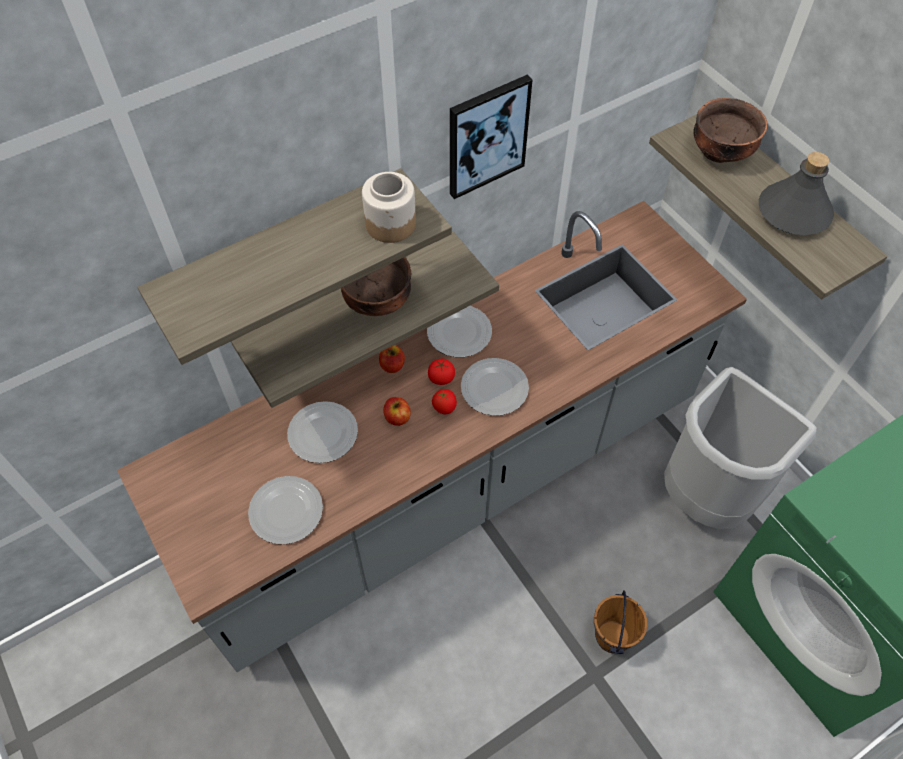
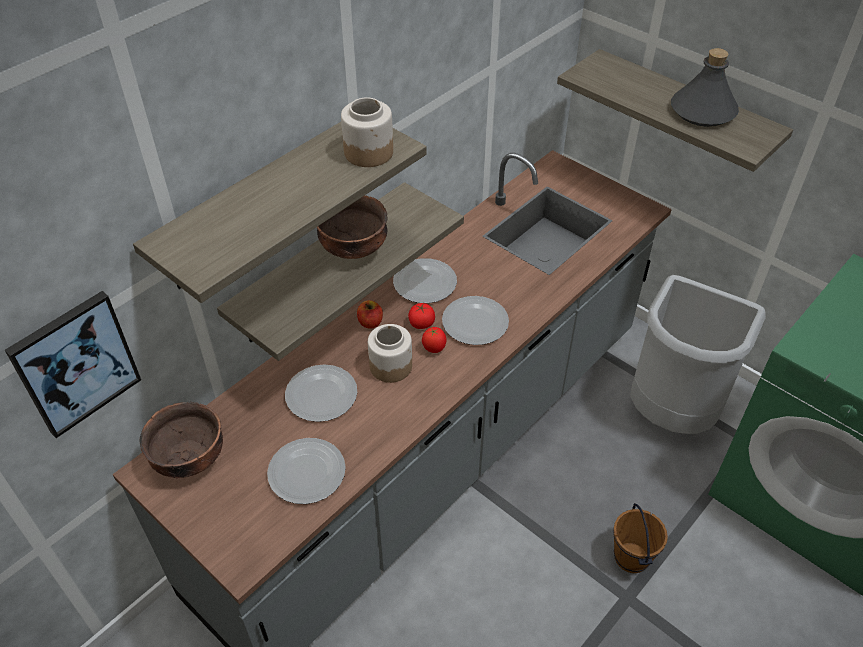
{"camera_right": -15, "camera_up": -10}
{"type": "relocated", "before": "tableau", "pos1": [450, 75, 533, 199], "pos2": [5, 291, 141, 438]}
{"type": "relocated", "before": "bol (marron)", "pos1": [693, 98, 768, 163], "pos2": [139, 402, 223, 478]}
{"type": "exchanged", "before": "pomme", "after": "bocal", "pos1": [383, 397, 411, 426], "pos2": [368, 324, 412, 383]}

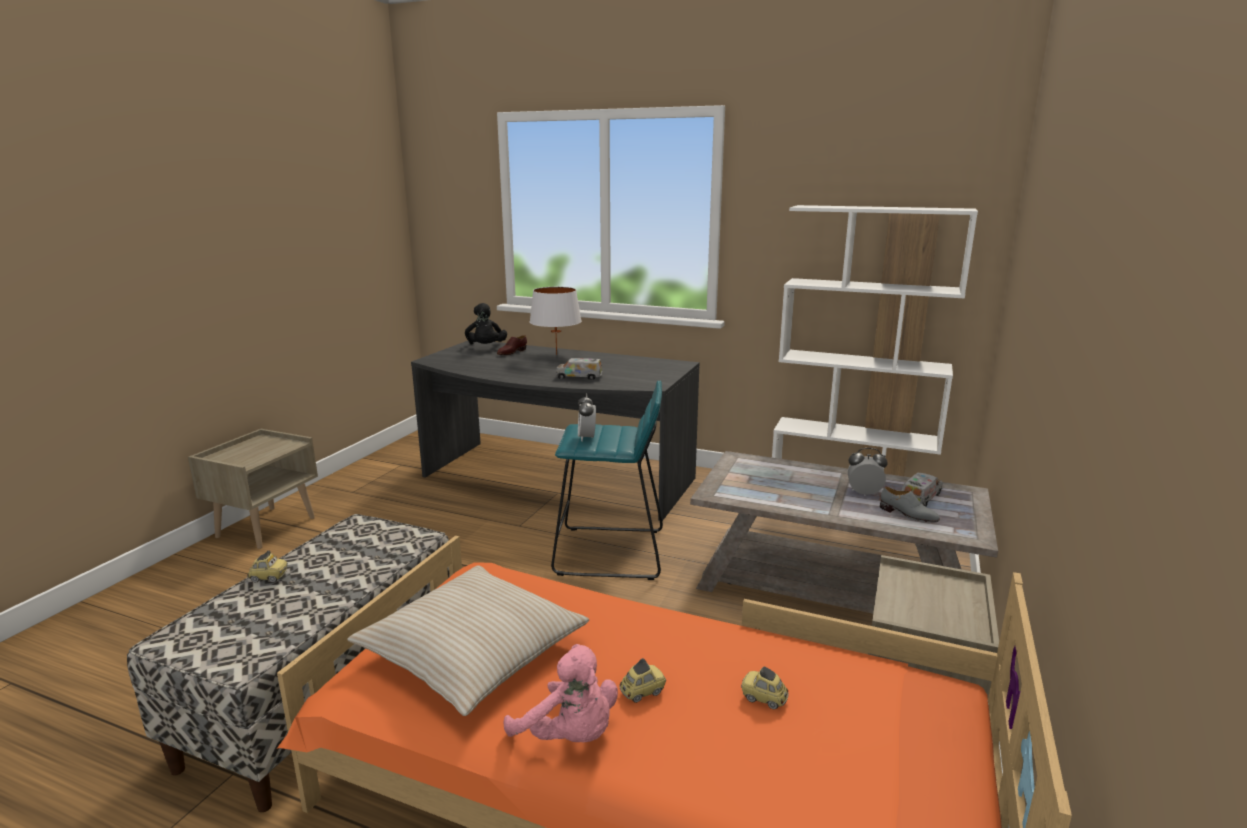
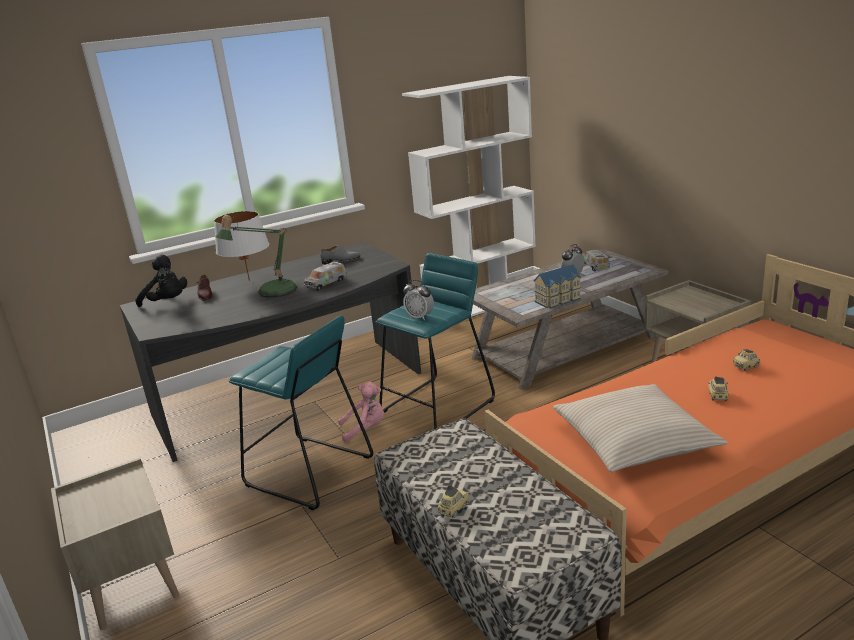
{"camera_right": -50, "camera_up": 5}
{"type": "appeared", "after": "lampe de table", "pos2": [215, 215, 297, 298]}
{"type": "appeared", "after": "tabouret (turquoise)", "pos2": [228, 316, 373, 510]}
{"type": "appeared", "after": "maison miniature", "pos2": [534, 264, 581, 309]}
{"type": "relocated", "before": "peluche (rose)", "pos1": [503, 644, 618, 742], "pos2": [338, 382, 384, 443]}
{"type": "relocated", "before": "chaussure (gris)", "pos1": [880, 487, 940, 522], "pos2": [320, 245, 360, 264]}

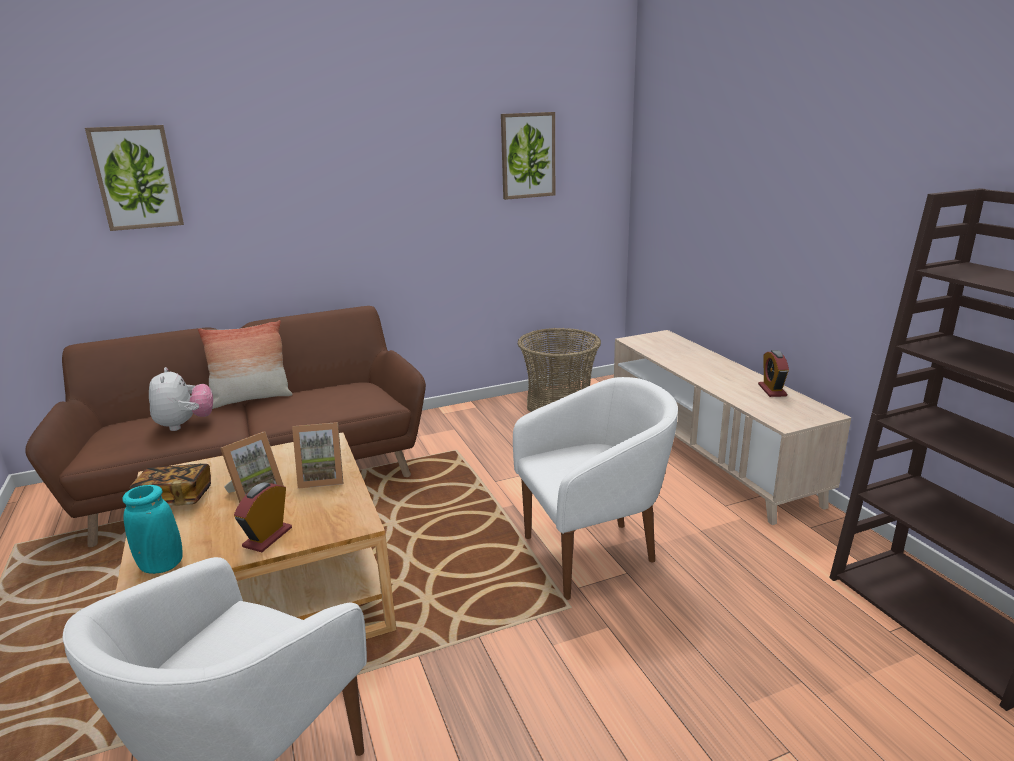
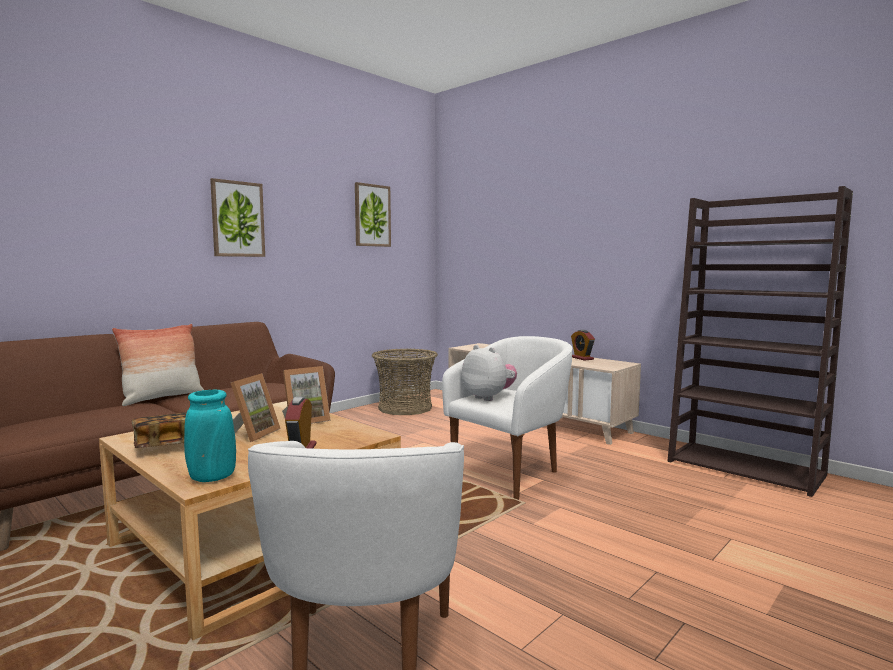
{"camera_right": -25, "camera_up": -15}
{"type": "relocated", "before": "tableau", "pos1": [85, 125, 184, 231], "pos2": [210, 178, 265, 257]}
{"type": "relocated", "before": "peluche", "pos1": [149, 367, 213, 431], "pos2": [462, 345, 517, 401]}

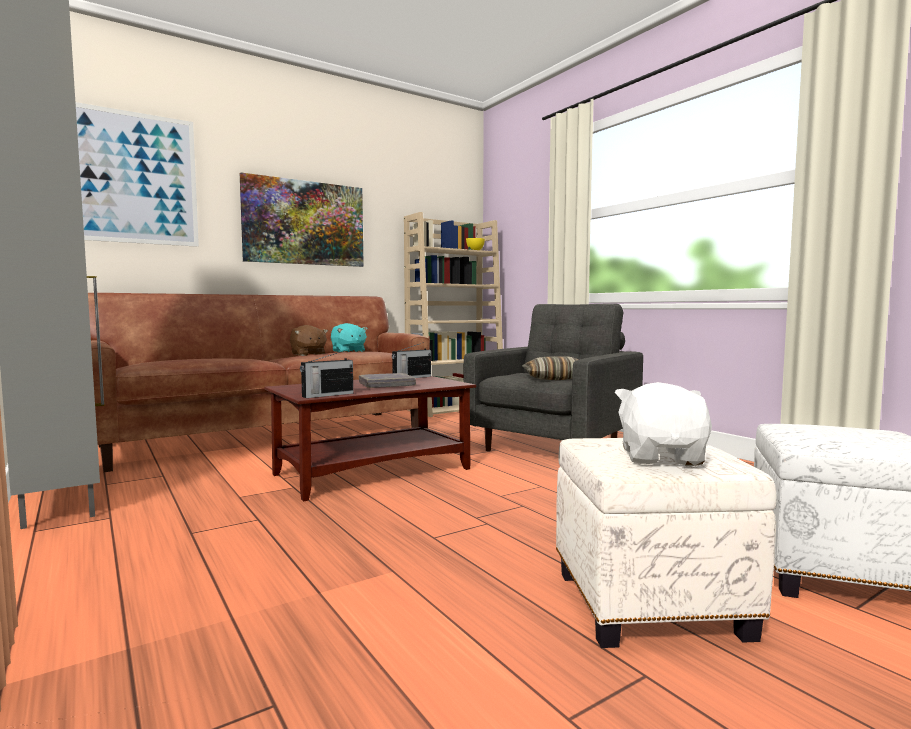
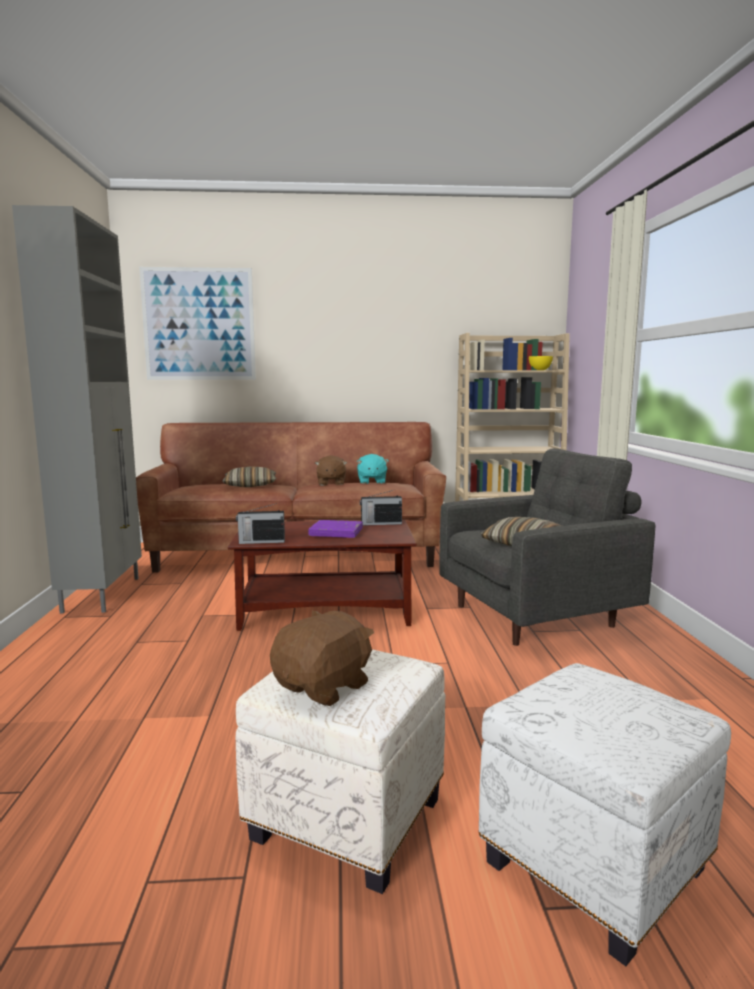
{"camera_right": 30, "camera_up": 5}
{"type": "missing", "before": "tableau", "pos1": [240, 173, 364, 267]}
{"type": "appeared", "after": "coussin", "pos2": [222, 466, 277, 487]}
{"type": "colour", "before": "livre (gris)", "after": "livre (violet)", "pos1": [359, 373, 416, 388], "pos2": [308, 520, 363, 538]}
{"type": "colour", "before": "peluche (blanc)", "after": "peluche (marron)", "pos1": [615, 382, 712, 466], "pos2": [270, 610, 374, 706]}

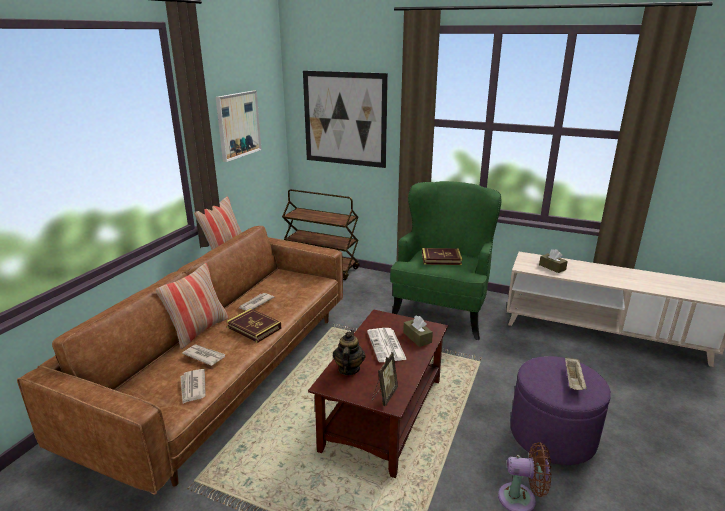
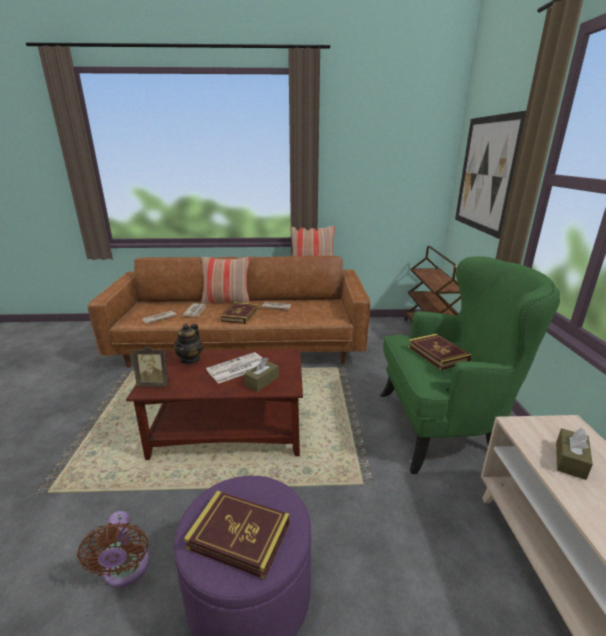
{"camera_right": 65, "camera_up": 0}
{"type": "missing", "before": "tableau", "pos1": [216, 91, 262, 162]}
{"type": "exchanged", "before": "plateau (beige)", "after": "livre", "pos1": [565, 357, 587, 390], "pos2": [184, 491, 290, 579]}
{"type": "spun", "before": "théière", "pos1": [333, 330, 366, 375], "pos2": [174, 324, 203, 365], "turn": 120}

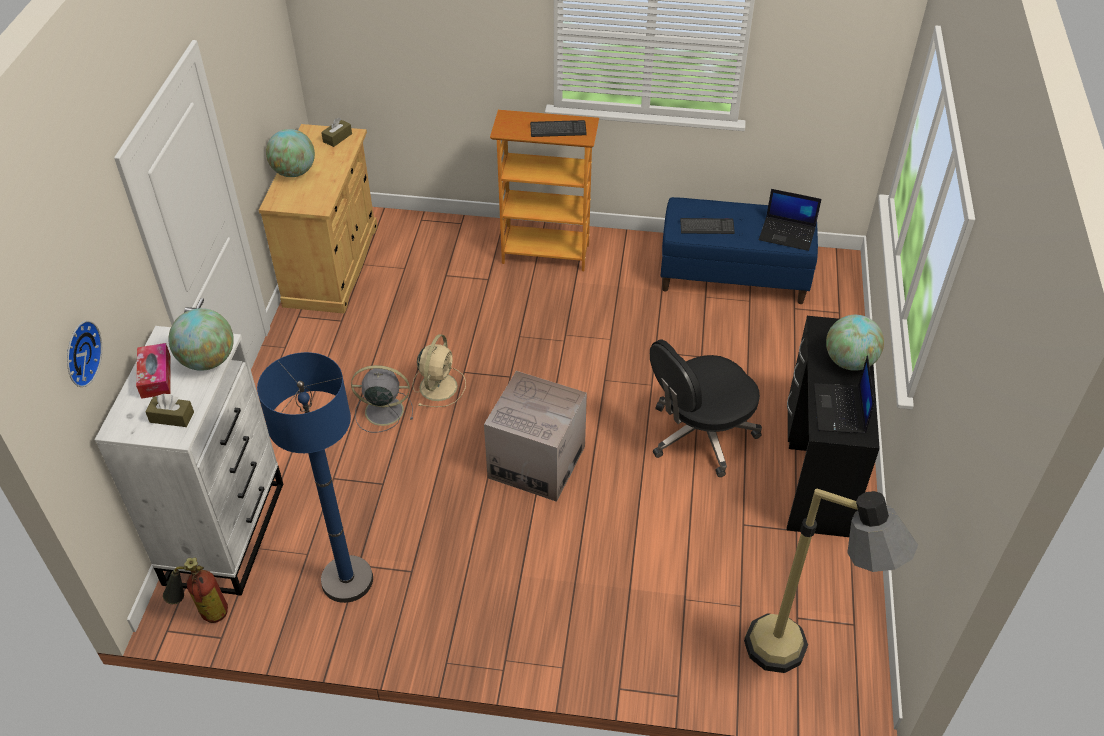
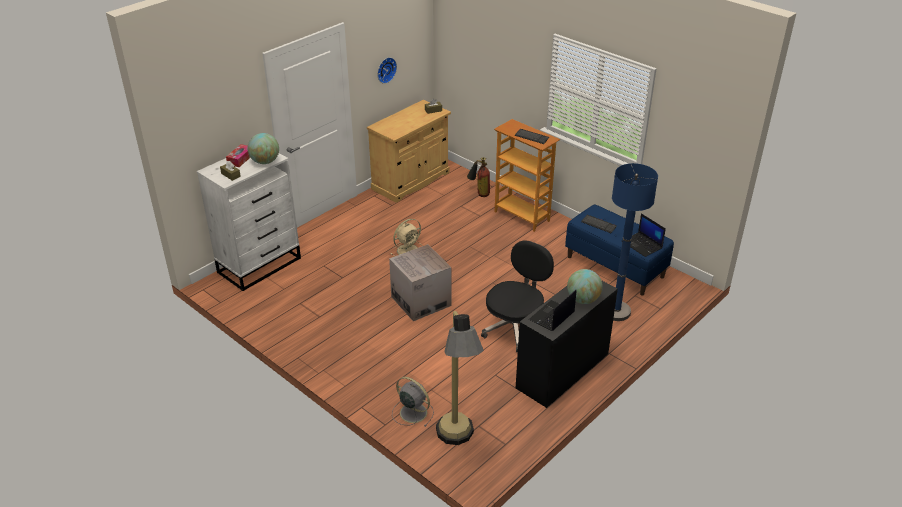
{"camera_right": 35, "camera_up": -10}
{"type": "missing", "before": "globe", "pos1": [266, 129, 315, 177]}
{"type": "relocated", "before": "horloge murale", "pos1": [67, 321, 102, 387], "pos2": [377, 57, 397, 84]}
{"type": "relocated", "before": "extincteur", "pos1": [163, 558, 228, 623], "pos2": [467, 157, 490, 197]}
{"type": "relocated", "before": "lampadaire (bleu)", "pos1": [257, 352, 373, 603], "pos2": [612, 163, 658, 321]}
{"type": "relocated", "before": "ventilateur (gris)", "pos1": [351, 365, 413, 433], "pos2": [392, 377, 434, 427]}
{"type": "spun", "before": "chaise de bureau (noir)", "pos1": [650, 339, 762, 477], "pos2": [481, 241, 554, 352], "turn": 120}

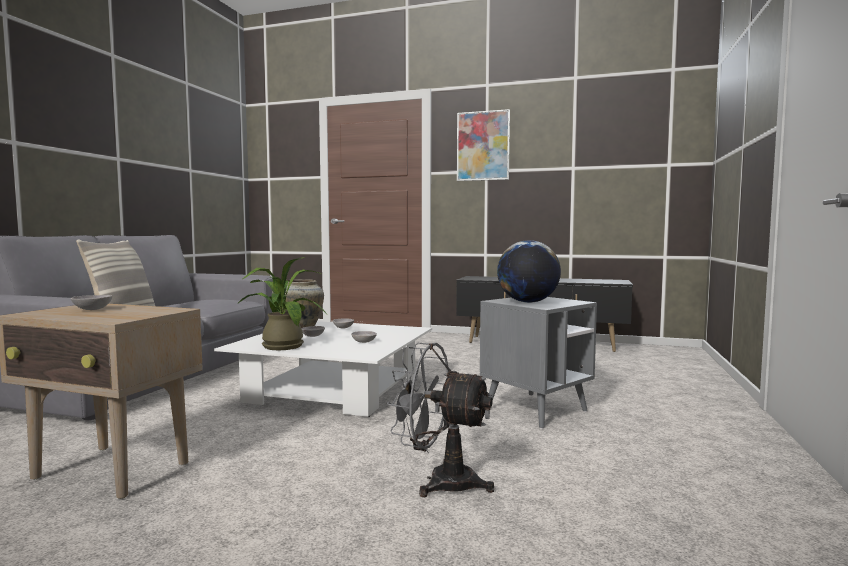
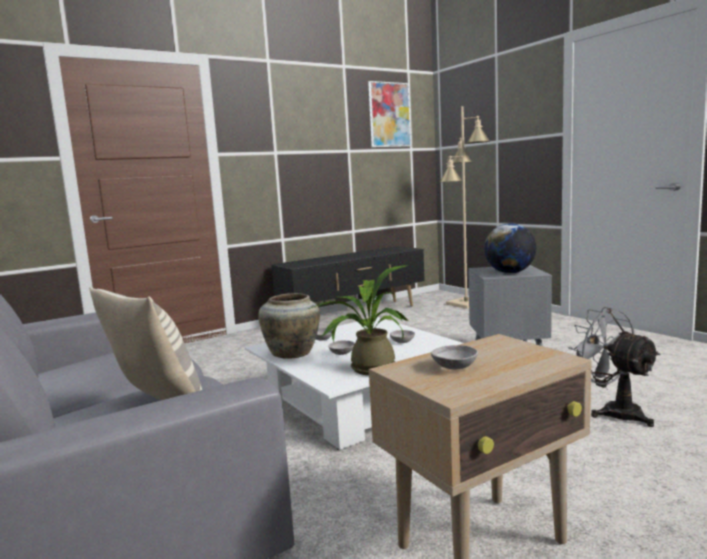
{"camera_right": -50, "camera_up": 5}
{"type": "appeared", "after": "lampadaire (beige)", "pos2": [440, 106, 490, 309]}
{"type": "relocated", "before": "tableau", "pos1": [457, 109, 510, 181], "pos2": [368, 81, 412, 147]}
{"type": "spun", "before": "ventilateur (gris)", "pos1": [387, 343, 494, 497], "pos2": [568, 307, 661, 427], "turn": 90}

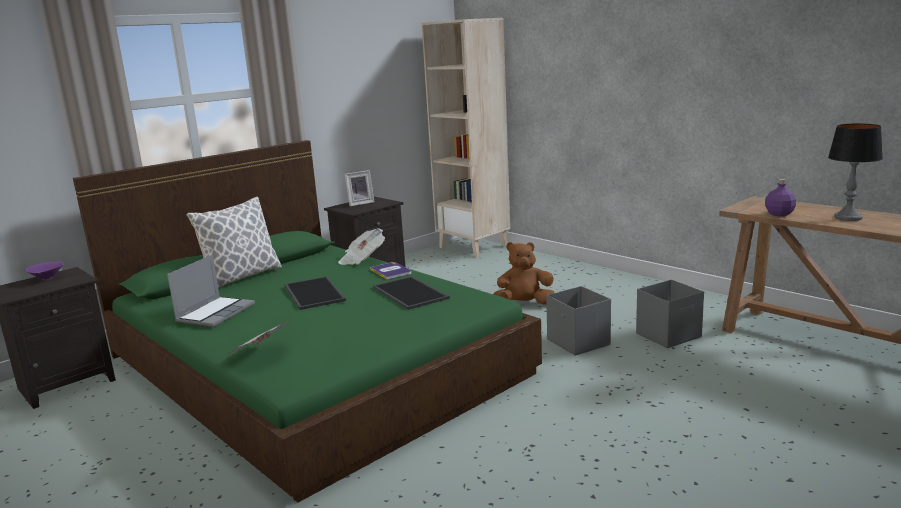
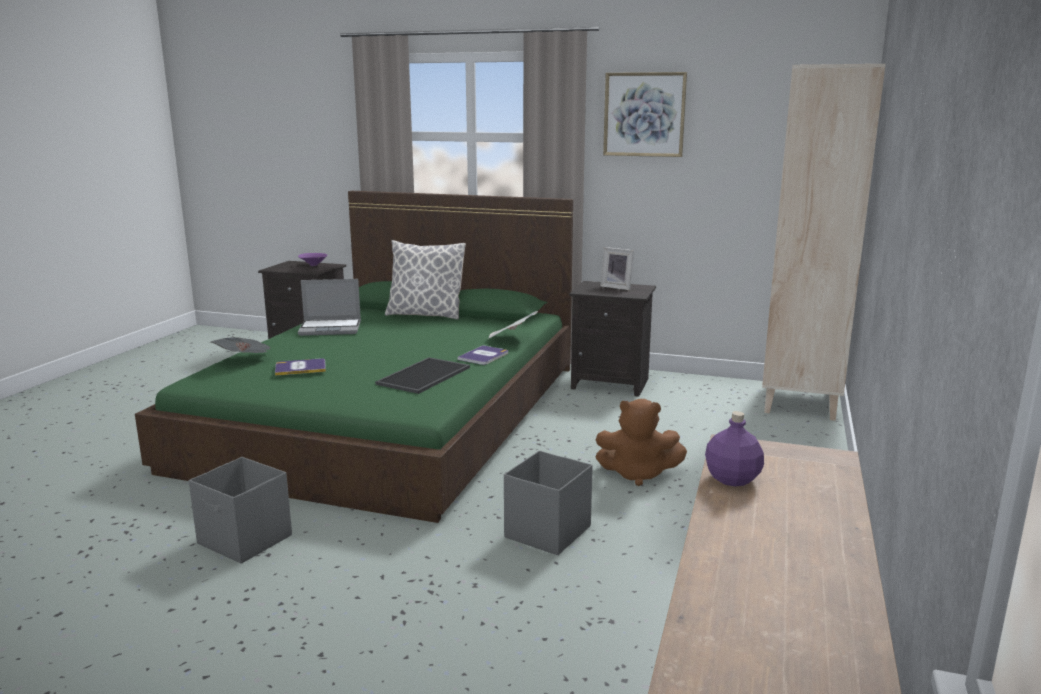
{"camera_right": 60, "camera_up": 0}
{"type": "missing", "before": "plateau", "pos1": [284, 276, 346, 310]}
{"type": "missing", "before": "lampe de table", "pos1": [828, 123, 883, 221]}
{"type": "appeared", "after": "livre", "pos2": [275, 358, 326, 376]}
{"type": "appeared", "after": "tableau", "pos2": [603, 72, 687, 157]}
{"type": "relocated", "before": "boîte de rangement (gris)", "pos1": [636, 280, 704, 348], "pos2": [189, 457, 292, 564]}
{"type": "spun", "before": "peluche (marron)", "pos1": [493, 242, 554, 305], "pos2": [595, 399, 687, 486], "turn": 135}

